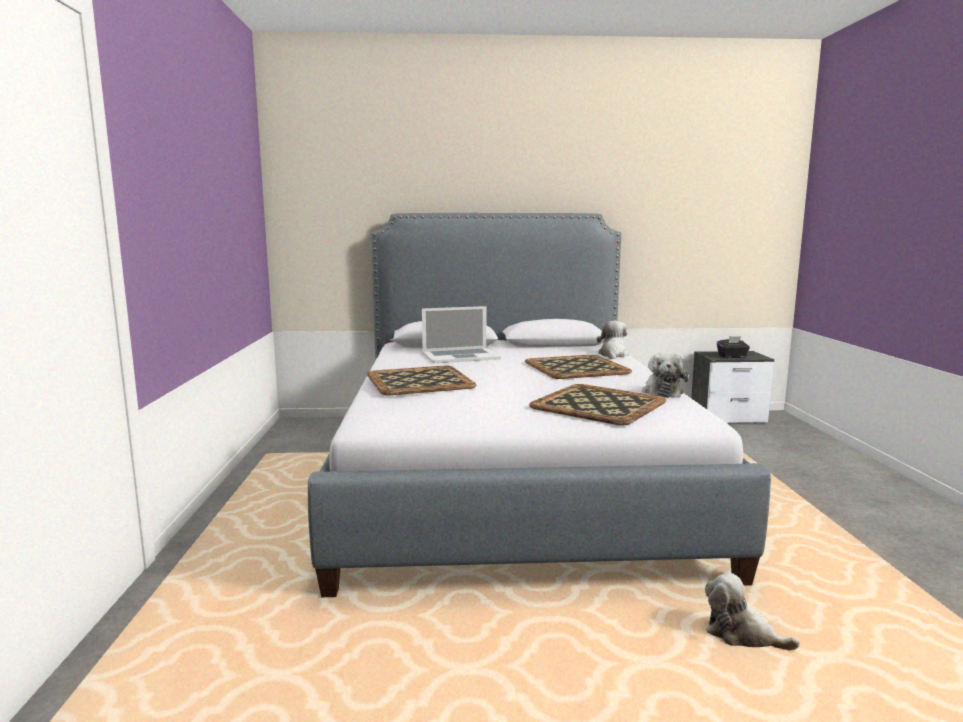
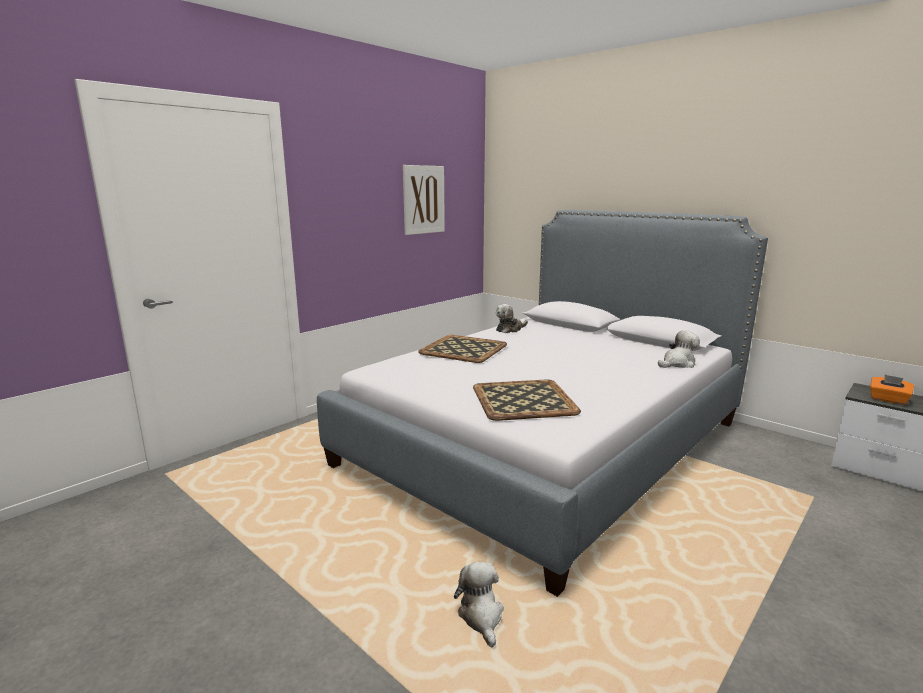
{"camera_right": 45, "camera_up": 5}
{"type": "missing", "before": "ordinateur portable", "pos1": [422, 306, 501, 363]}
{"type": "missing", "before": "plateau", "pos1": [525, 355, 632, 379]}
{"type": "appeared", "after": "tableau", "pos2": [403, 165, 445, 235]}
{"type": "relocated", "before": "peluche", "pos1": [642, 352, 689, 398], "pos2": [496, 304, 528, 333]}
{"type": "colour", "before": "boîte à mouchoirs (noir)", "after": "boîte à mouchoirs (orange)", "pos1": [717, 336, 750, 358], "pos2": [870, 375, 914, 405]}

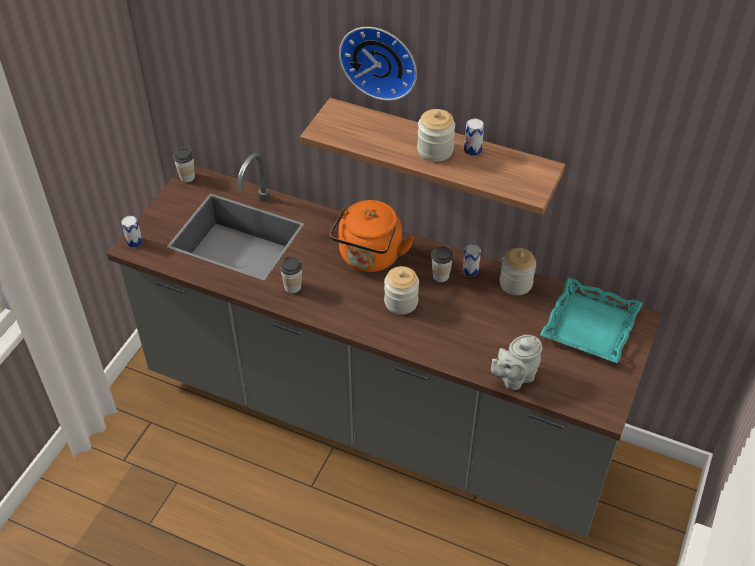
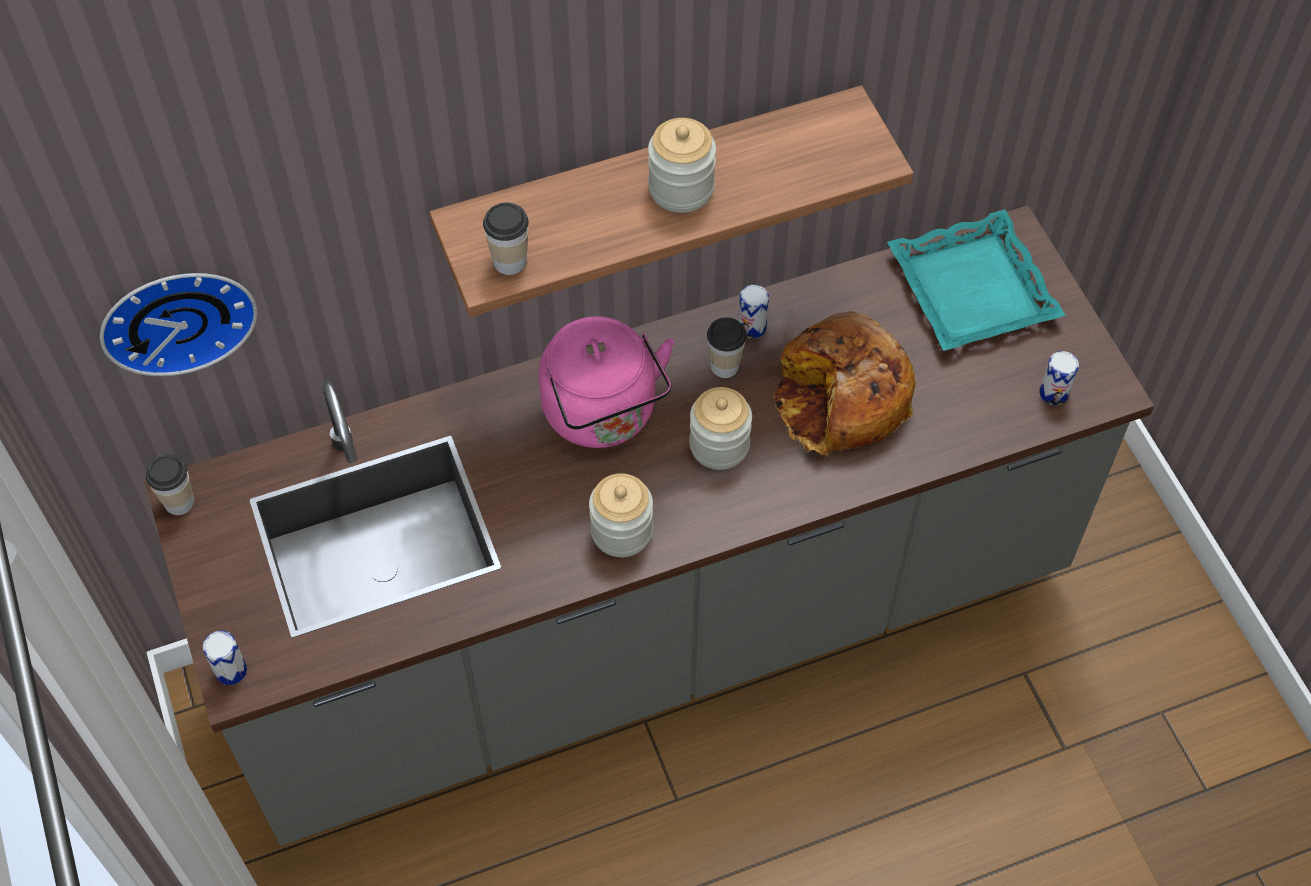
{"camera_right": -45, "camera_up": 10}
{"type": "missing", "before": "théière (gris)", "pos1": [491, 335, 542, 390]}
{"type": "appeared", "after": "pain", "pos2": [773, 311, 916, 457]}
{"type": "relocated", "before": "tasse", "pos1": [280, 257, 302, 293], "pos2": [483, 202, 529, 275]}
{"type": "relocated", "before": "horloge murale", "pos1": [339, 27, 417, 101], "pos2": [100, 273, 257, 376]}
{"type": "relocated", "before": "boîte métallique", "pos1": [464, 119, 484, 156], "pos2": [1039, 351, 1079, 406]}
{"type": "relocated", "before": "bocal", "pos1": [500, 248, 536, 295], "pos2": [589, 473, 653, 557]}
{"type": "colour", "before": "bouilloire (orange)", "after": "bouilloire (rose)", "pos1": [330, 200, 414, 272], "pos2": [539, 316, 674, 448]}

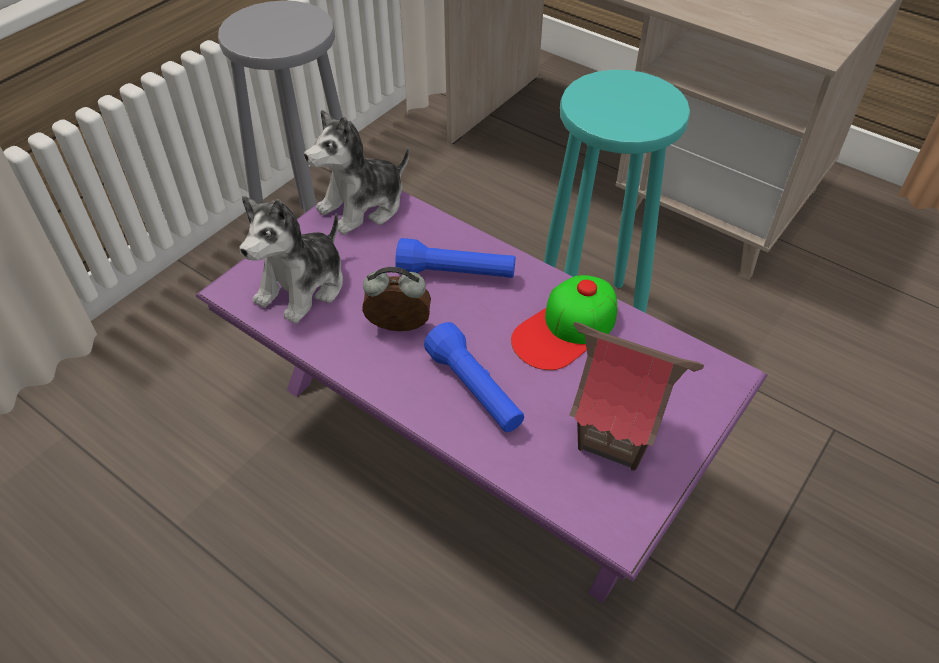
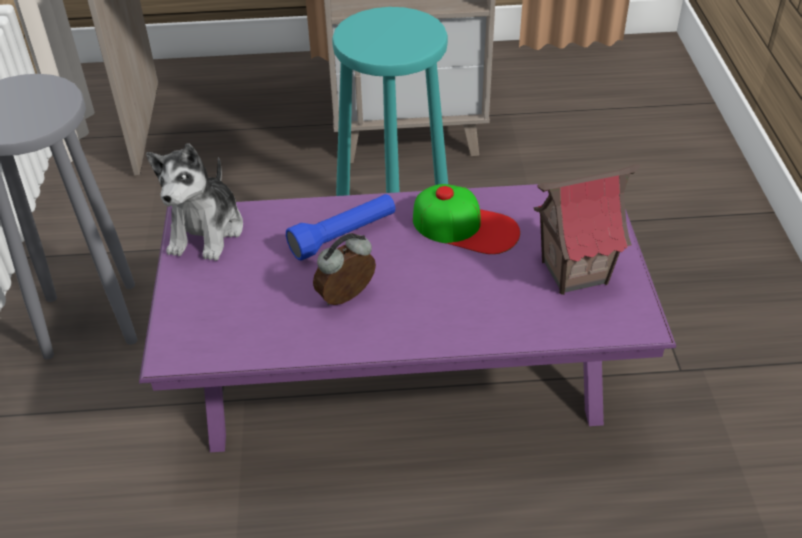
{"camera_right": -40, "camera_up": -5}
{"type": "missing", "before": "peluche", "pos1": [239, 196, 343, 324]}
{"type": "missing", "before": "lampe de poche (bleu)", "pos1": [424, 322, 524, 432]}
{"type": "spun", "before": "casquette", "pos1": [511, 275, 617, 370], "pos2": [413, 184, 520, 254], "turn": -75}

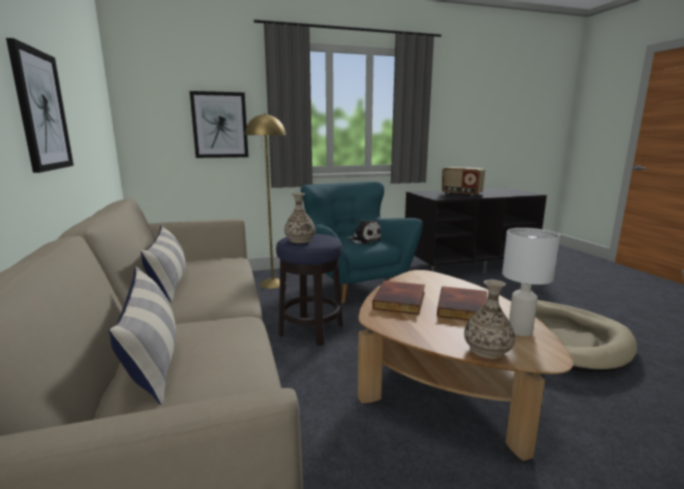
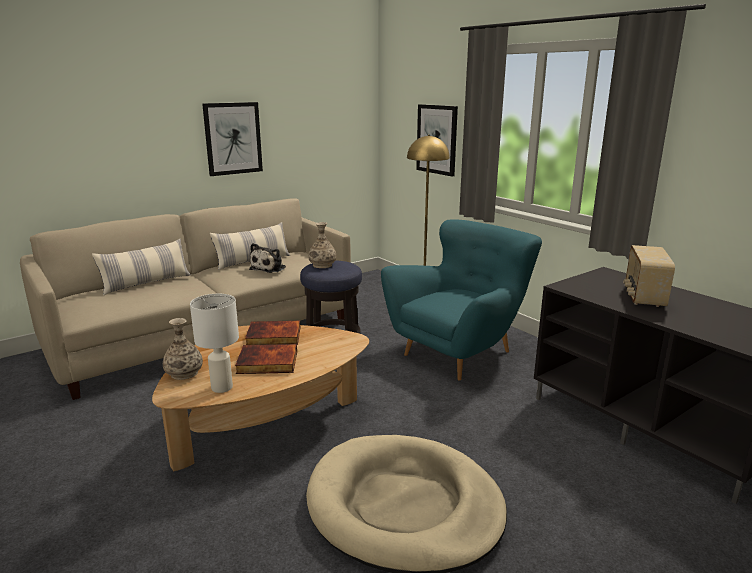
{"camera_right": 70, "camera_up": 5}
{"type": "relocated", "before": "peluche", "pos1": [347, 219, 382, 244], "pos2": [249, 243, 286, 273]}

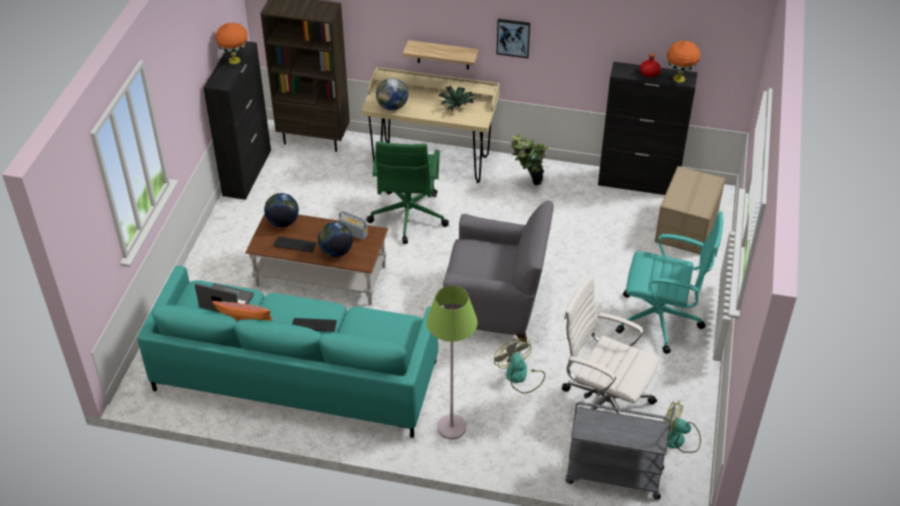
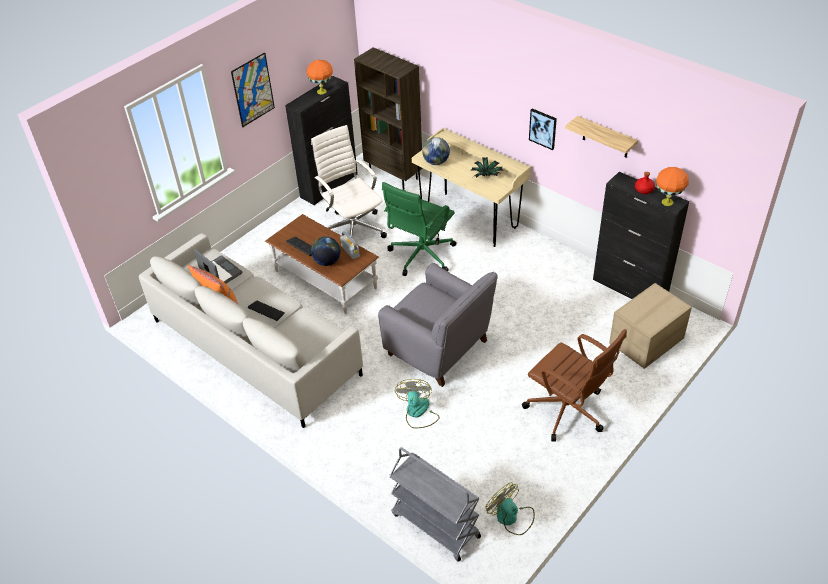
{"camera_right": 30, "camera_up": 0}
{"type": "missing", "before": "globe", "pos1": [264, 193, 299, 227]}
{"type": "missing", "before": "lampadaire (vert)", "pos1": [426, 286, 478, 440]}
{"type": "missing", "before": "plante en pot", "pos1": [511, 134, 548, 186]}
{"type": "appeared", "after": "tableau", "pos2": [231, 52, 275, 127]}
{"type": "relocated", "before": "étagère", "pos1": [403, 40, 479, 70], "pos2": [565, 116, 638, 158]}
{"type": "relocated", "before": "chaise de bureau (blanc)", "pos1": [562, 275, 659, 414], "pos2": [311, 125, 387, 238]}
{"type": "colour", "before": "canapé (turquoise)", "after": "canapé (gris)", "pos1": [137, 266, 438, 438], "pos2": [139, 233, 363, 428]}
{"type": "colour", "before": "chaise de bureau (turquoise)", "after": "chaise de bureau (marron)", "pos1": [616, 212, 723, 354], "pos2": [522, 329, 627, 442]}

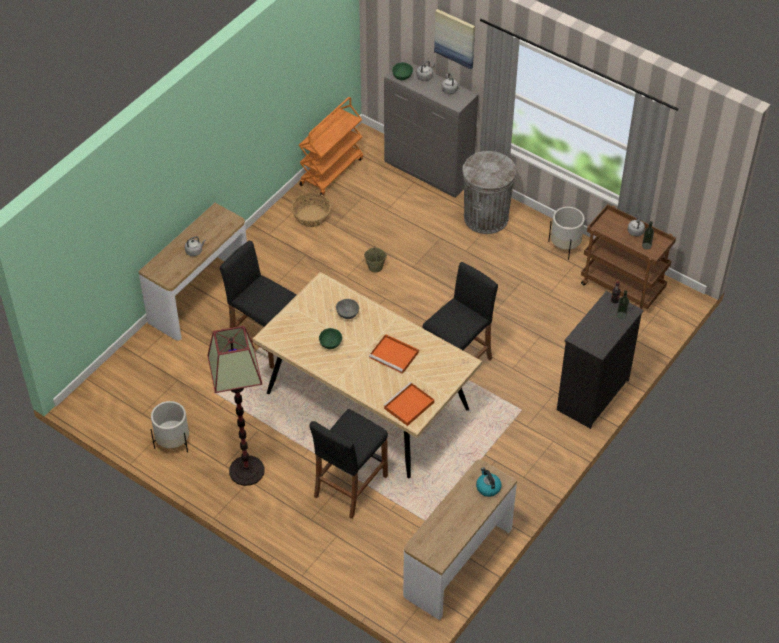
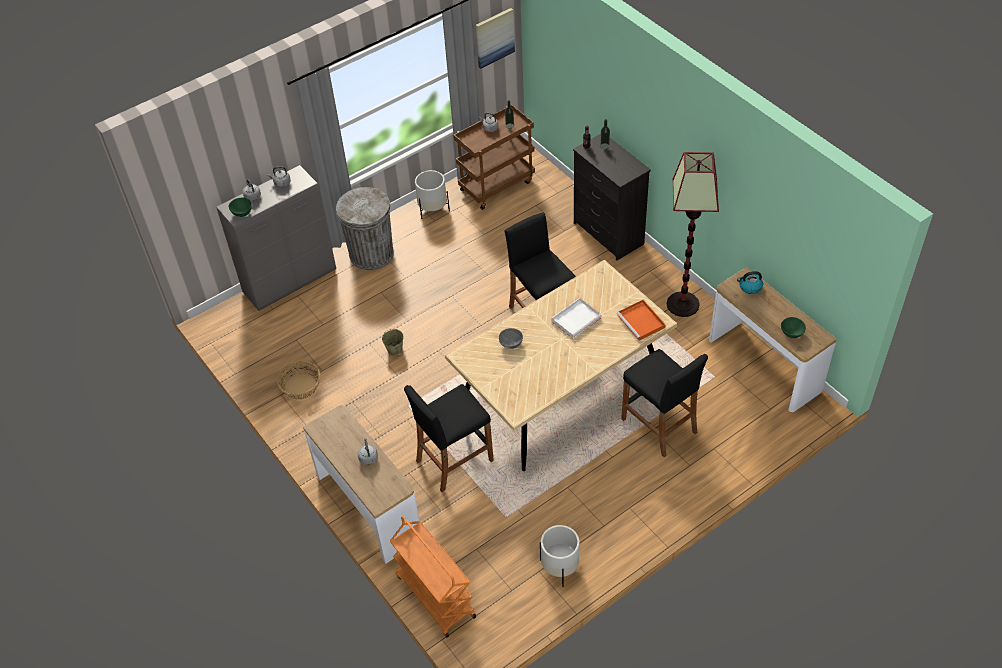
{"camera_right": -70, "camera_up": 0}
{"type": "relocated", "before": "lampadaire", "pos1": [207, 326, 264, 486], "pos2": [667, 152, 719, 317]}
{"type": "relocated", "before": "chariot (orange)", "pos1": [299, 97, 363, 197], "pos2": [390, 516, 476, 638]}
{"type": "relocated", "before": "bol (vert)", "pos1": [319, 328, 342, 349], "pos2": [781, 317, 806, 338]}
{"type": "relocated", "before": "tableau", "pos1": [434, 9, 475, 69], "pos2": [476, 8, 515, 69]}
{"type": "colour", "before": "plateau (orange)", "after": "plateau (blanc)", "pos1": [369, 334, 419, 374], "pos2": [551, 298, 602, 339]}

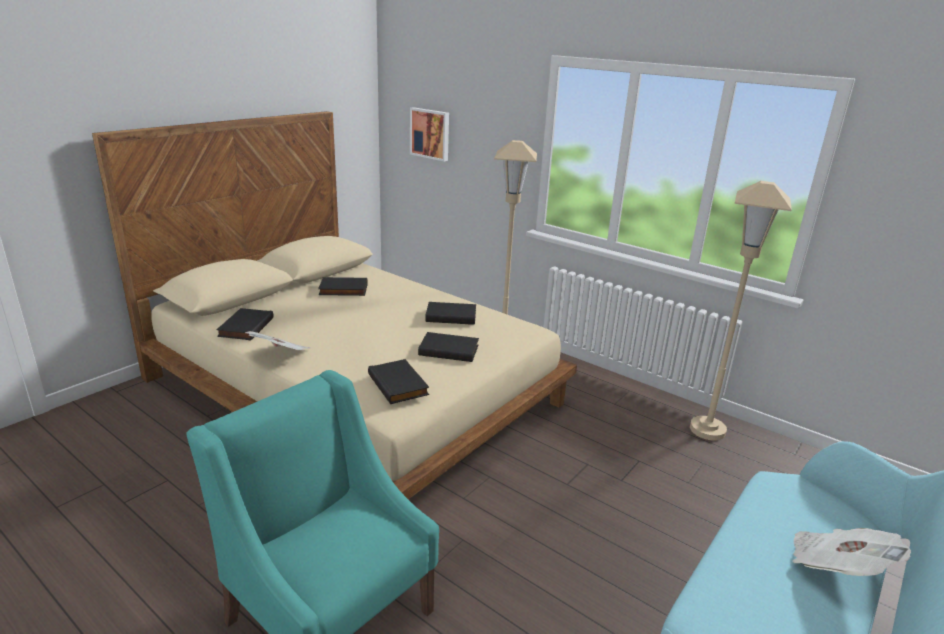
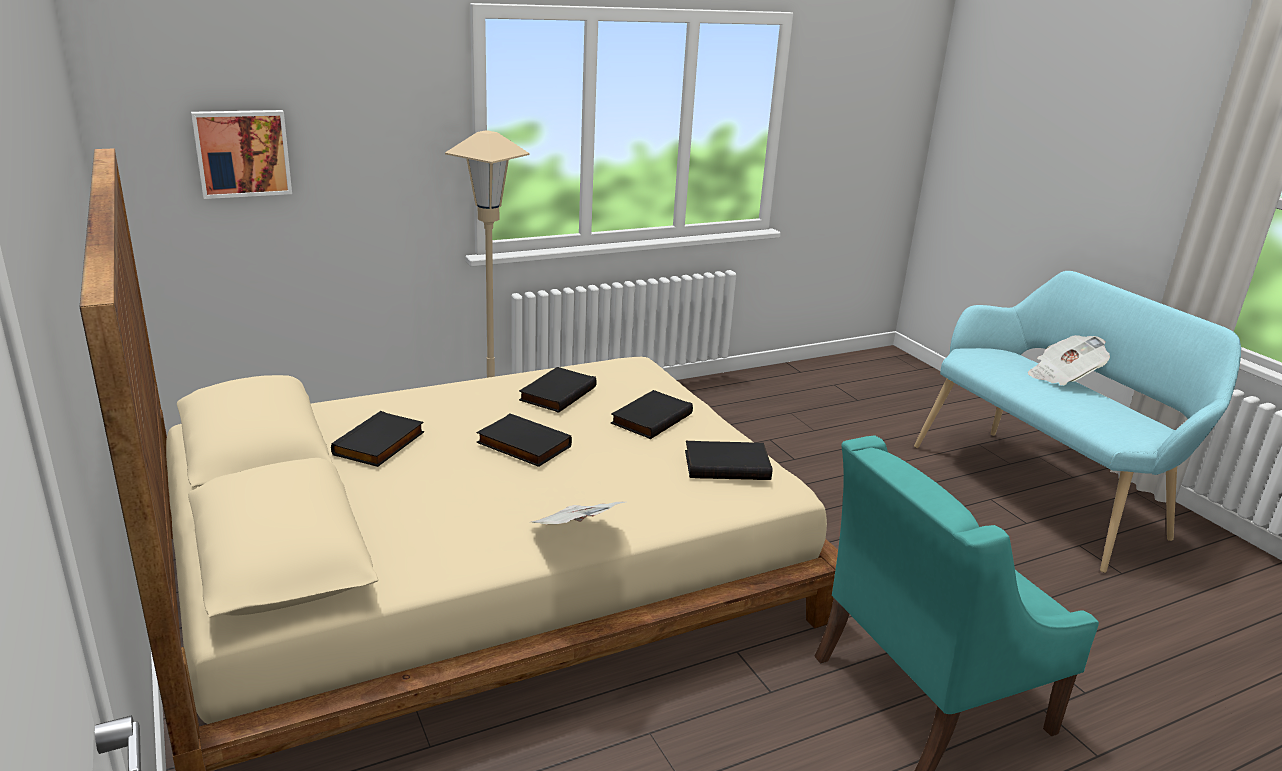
{"camera_right": -65, "camera_up": 0}
{"type": "missing", "before": "lampadaire (beige)", "pos1": [690, 181, 792, 440]}
{"type": "relocated", "before": "livre (noir)", "pos1": [216, 308, 274, 340], "pos2": [477, 414, 572, 467]}

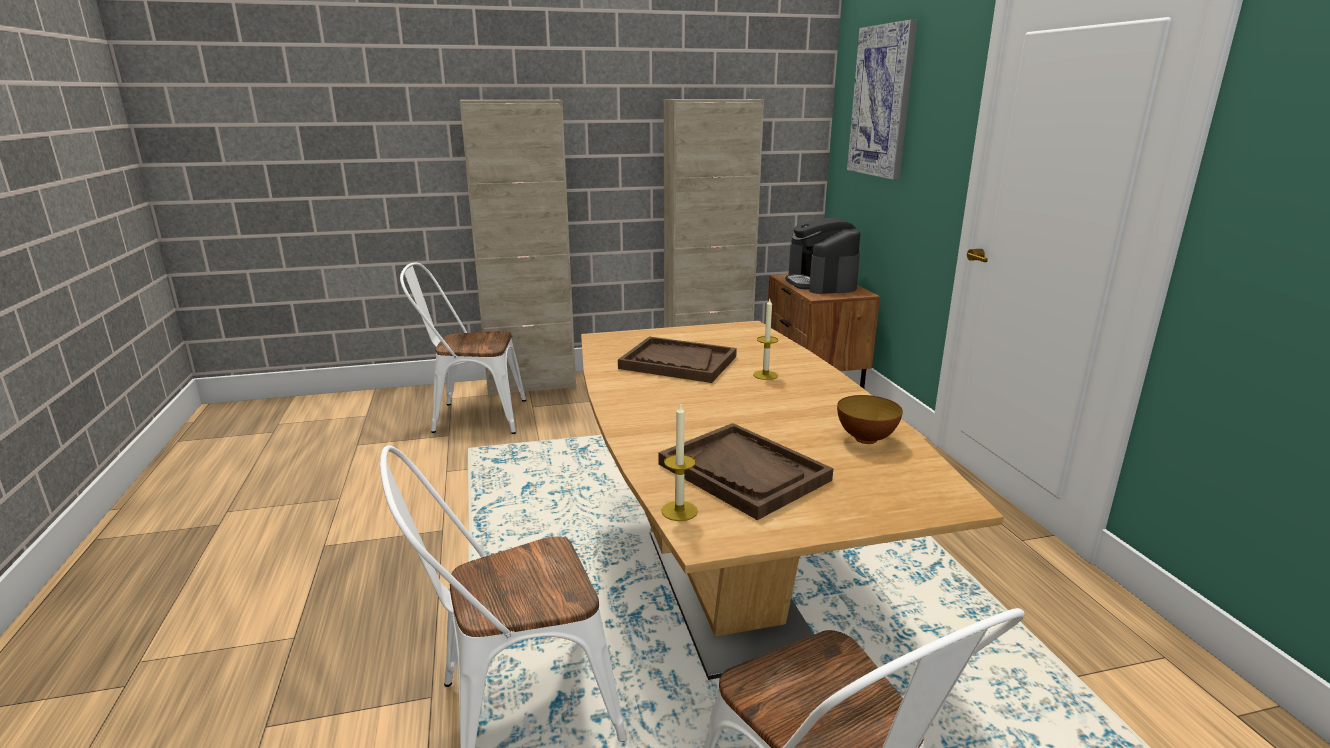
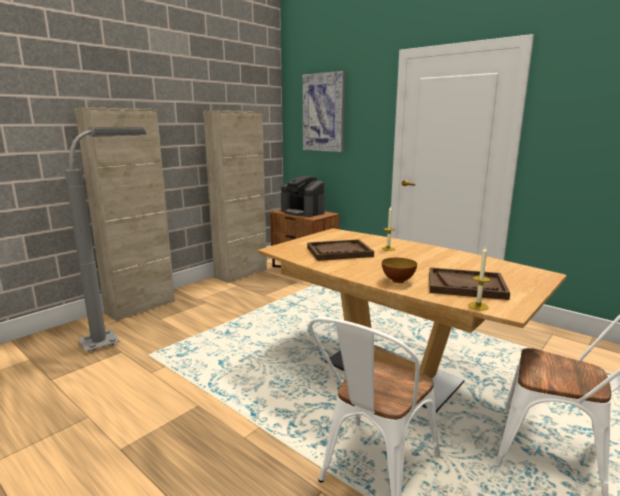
{"camera_right": -35, "camera_up": -5}
{"type": "relocated", "before": "bol", "pos1": [837, 395, 903, 444], "pos2": [382, 258, 417, 283]}
{"type": "exchanged", "before": "chaise (blanc)", "after": "lampadaire (gris)", "pos1": [400, 262, 526, 434], "pos2": [64, 127, 147, 351]}

